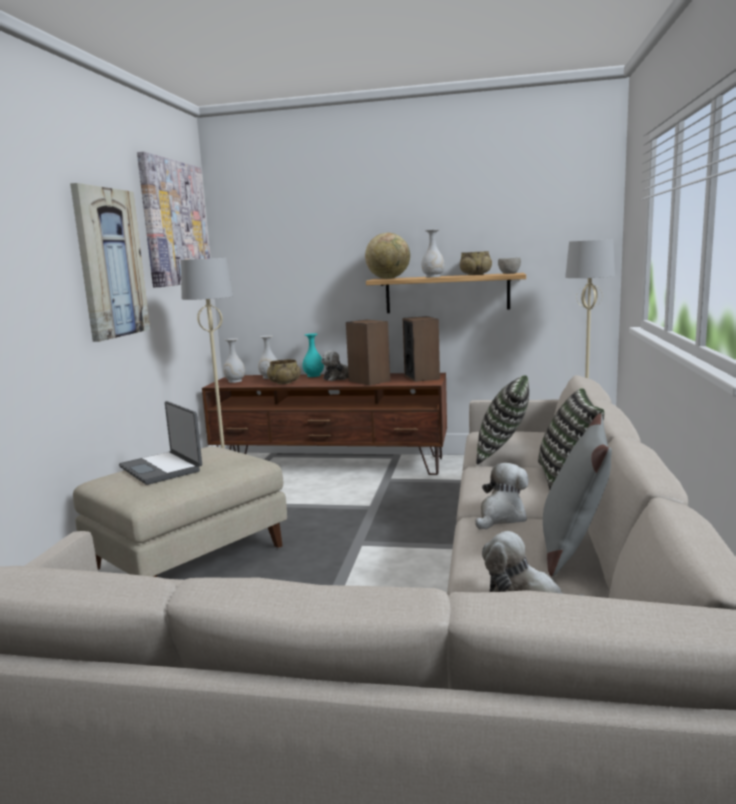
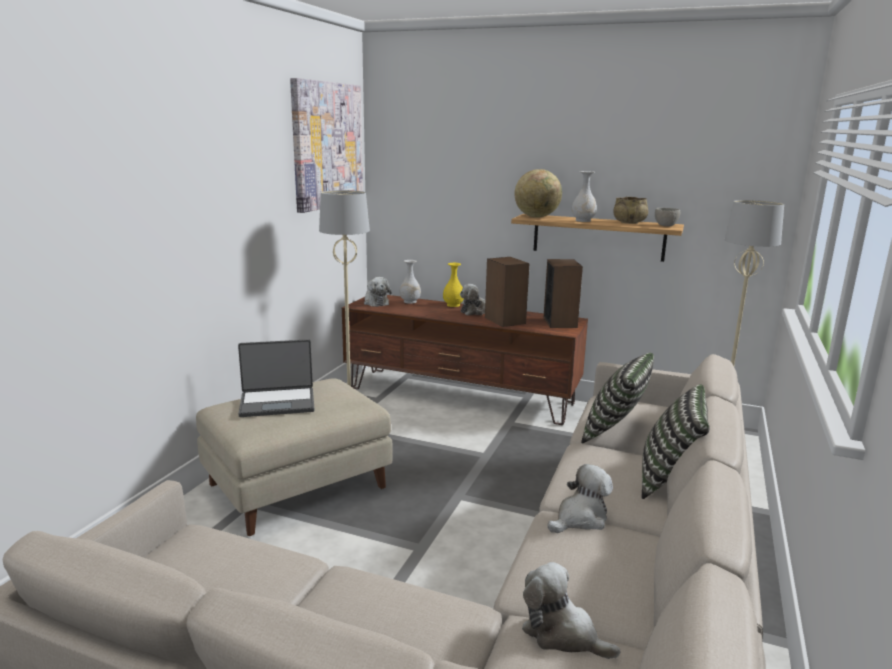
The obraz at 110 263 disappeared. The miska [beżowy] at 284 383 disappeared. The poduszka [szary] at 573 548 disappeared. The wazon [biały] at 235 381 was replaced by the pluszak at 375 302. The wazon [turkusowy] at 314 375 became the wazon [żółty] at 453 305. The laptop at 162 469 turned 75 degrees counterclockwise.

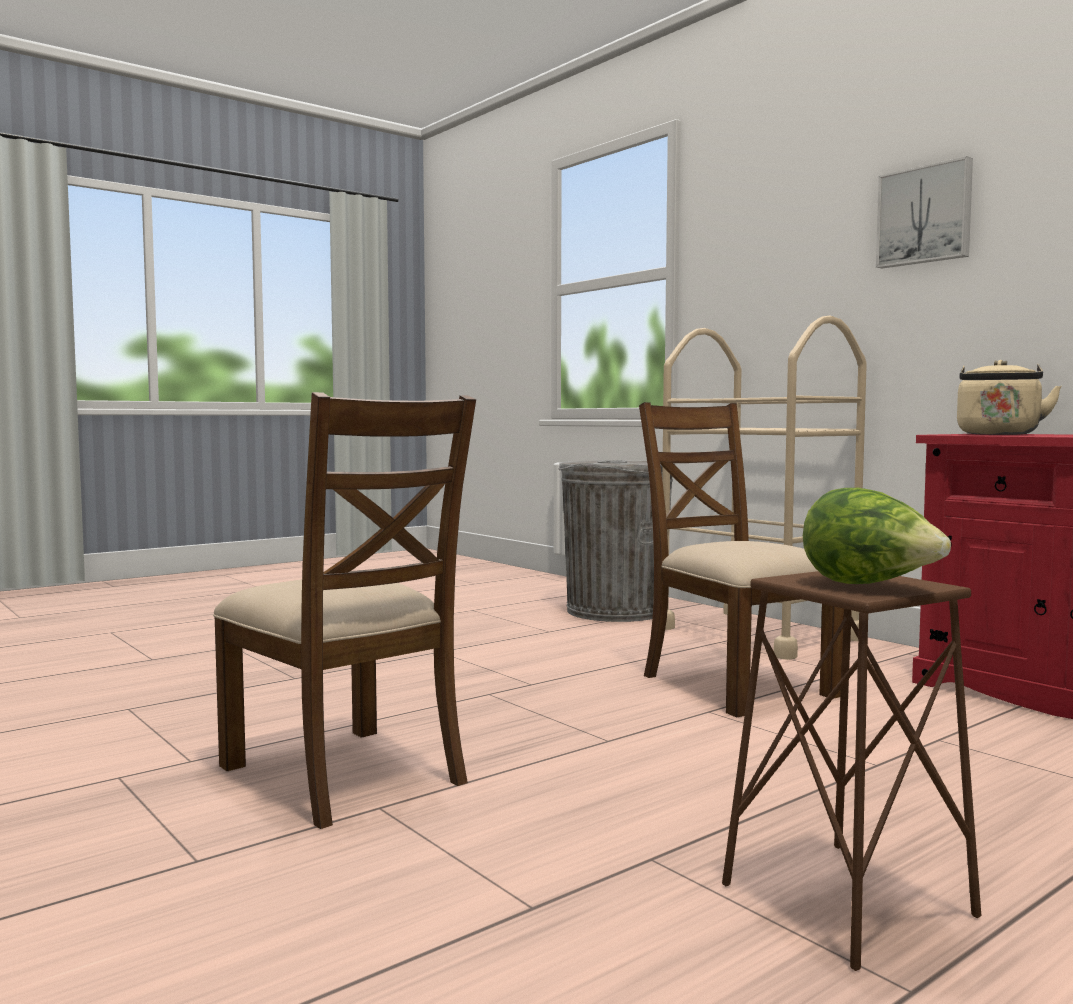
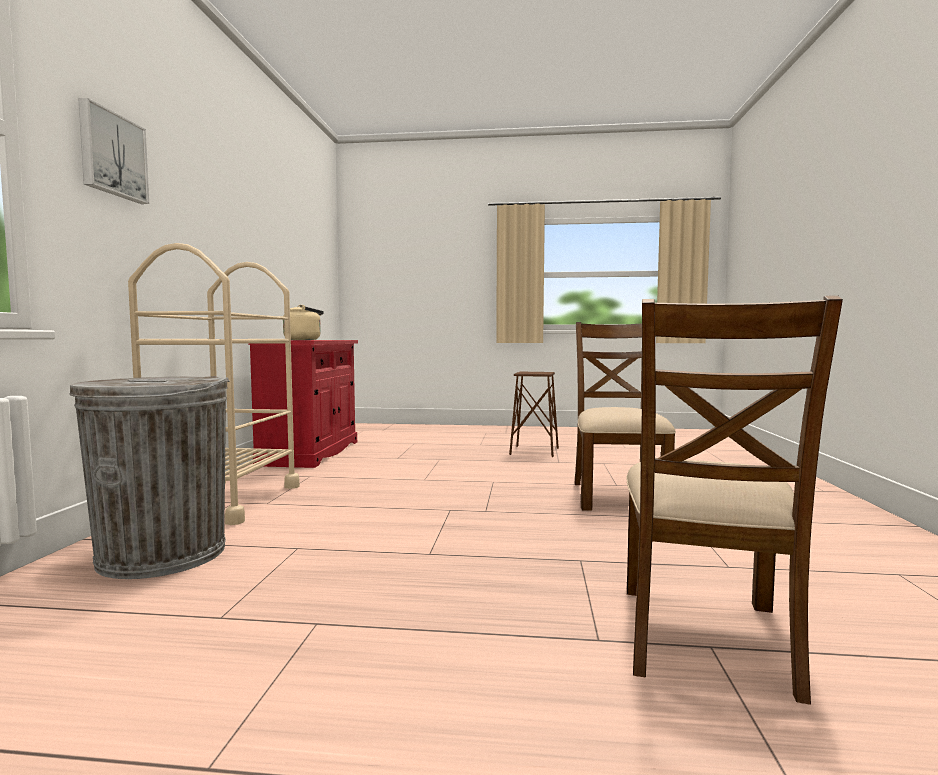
The sałata at 869 586 disappeared. The krzesło [brązowy] moved from 735 685 to 705 637. The obraz moved from 925 215 to 112 155.

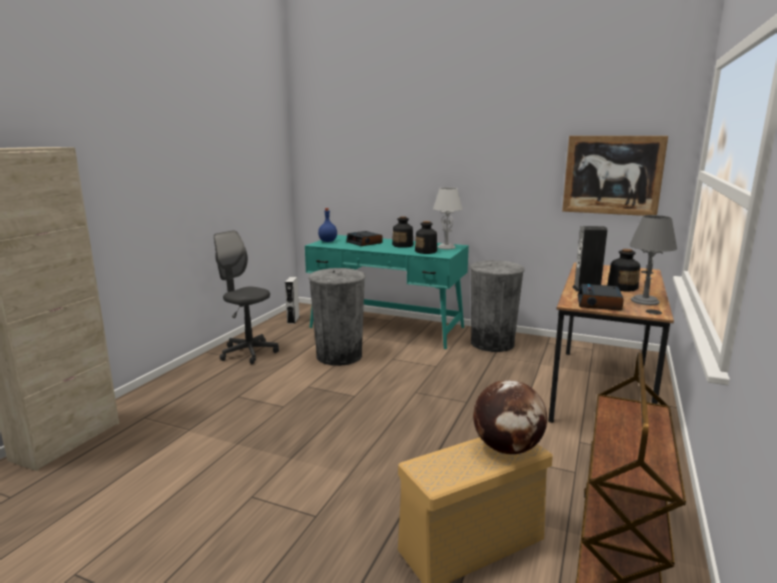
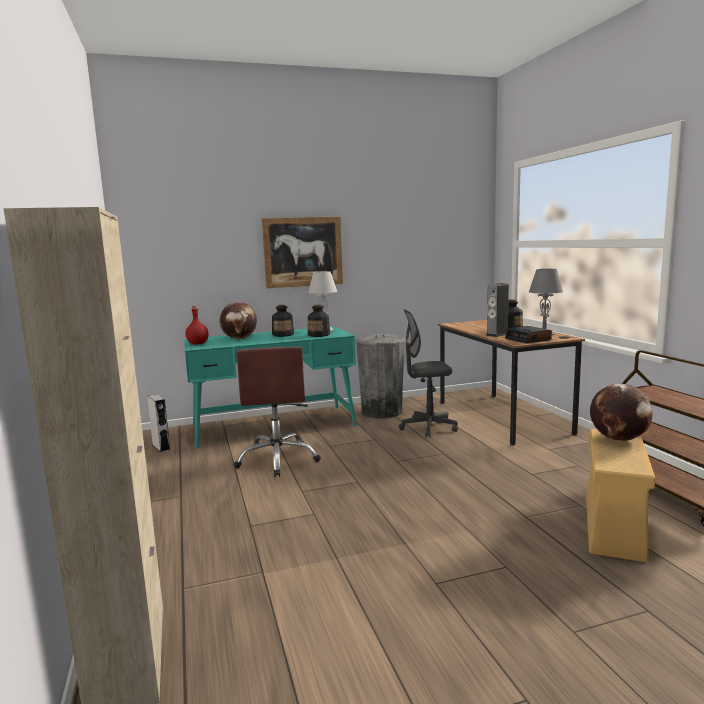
The krzesło biurowe [szary] moved from 249 353 to 428 427. The obraz moved from 612 175 to 303 252. The kosz na śmieci [szary] at 339 356 was replaced by the krzesło biurowe [brązowy] at 278 459. The budzik at 365 242 was replaced by the globus at 240 338. The butelka [niebieski] at 327 241 became the butelka [czerwony] at 197 344.

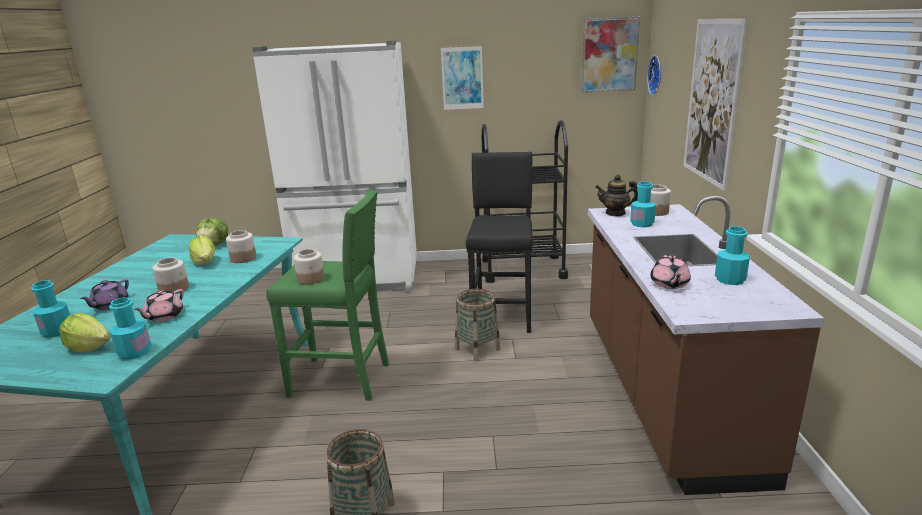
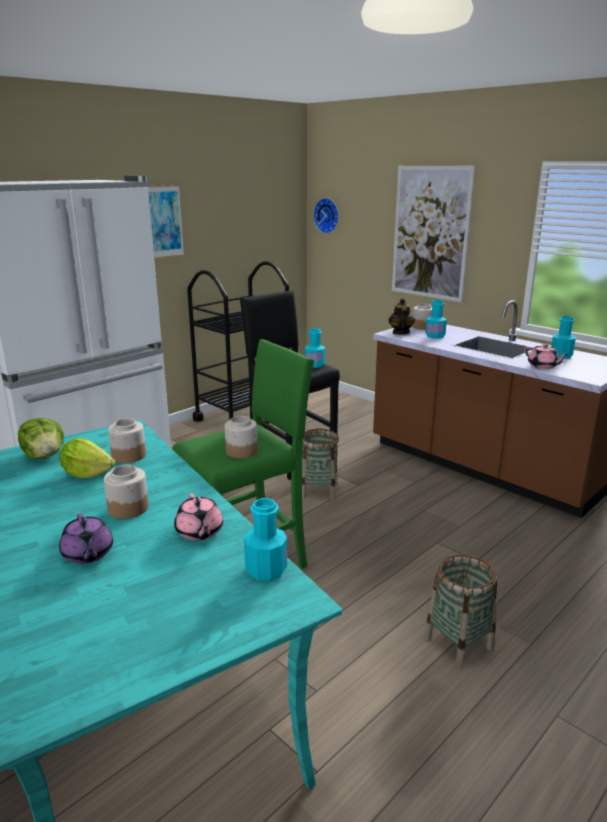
The sałata at 89 347 disappeared. The obraz at 609 55 disappeared. The butelka [turkusowy] moved from 57 331 to 314 365. The imbryk at 615 213 turned 135 degrees clockwise.

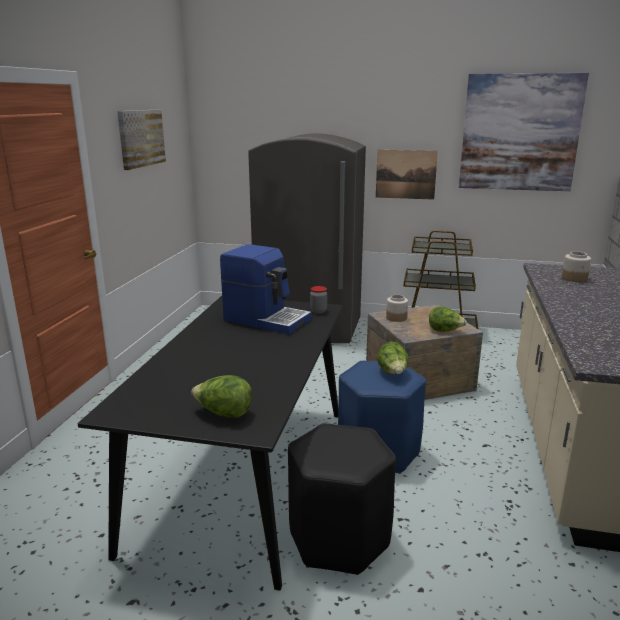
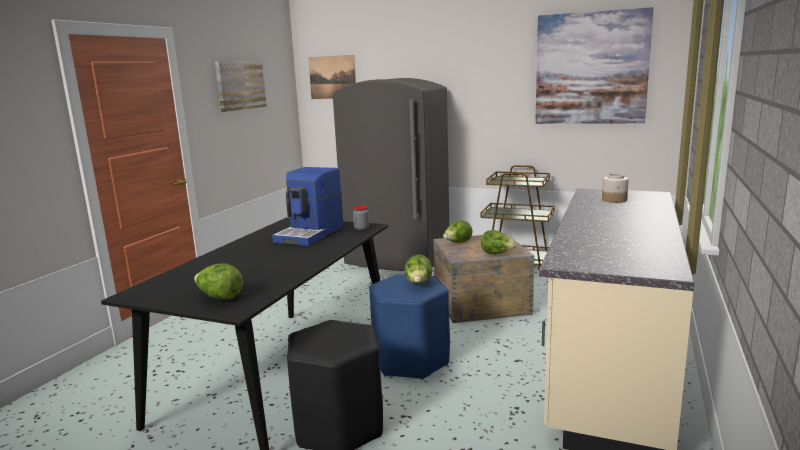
The obraz moved from 406 174 to 332 77. The słoik at 396 318 was replaced by the sałata at 457 243. The ekspres do kawy at 267 319 turned 75 degrees clockwise.

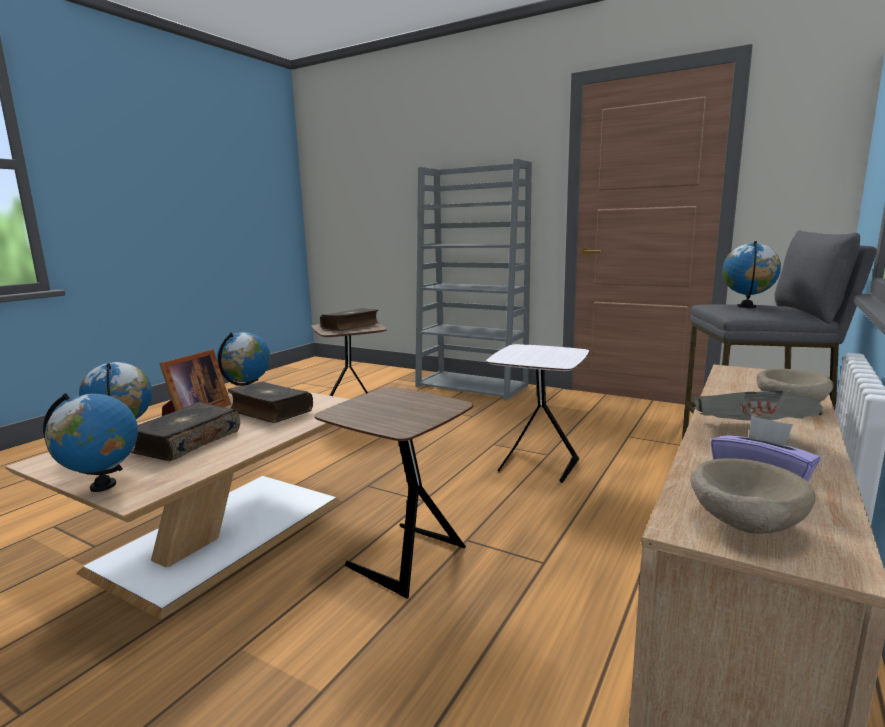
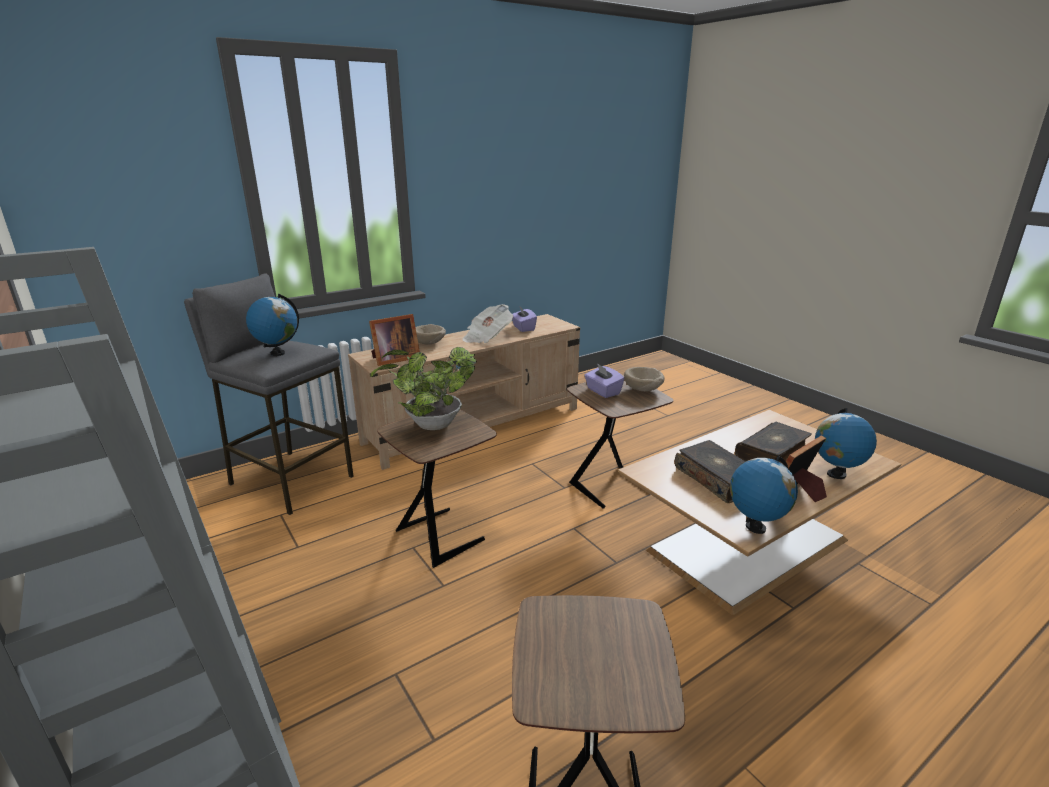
The globus at 103 486 disappeared. The książka at 351 326 disappeared. The ramka na zdjęcie at 394 359 appeared. The roślina doniczkowa at 430 425 appeared. The pudełko chusteczek [fioletowy] at 602 391 appeared. The miska [beżowy] moved from 742 523 to 643 390. The stolik [biały] at 537 466 became the stolik [brązowy] at 442 535.

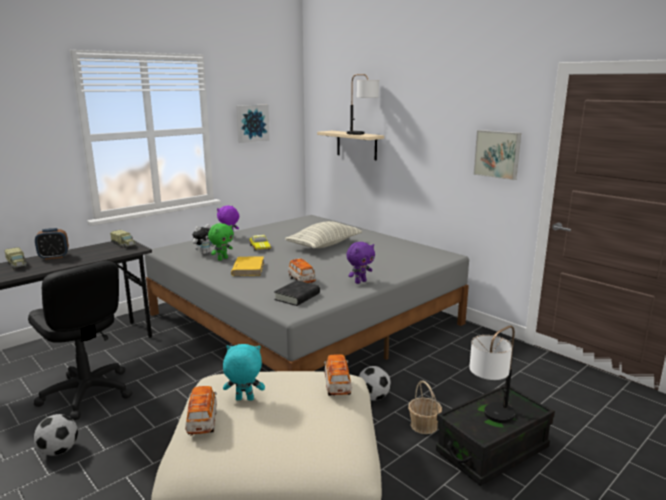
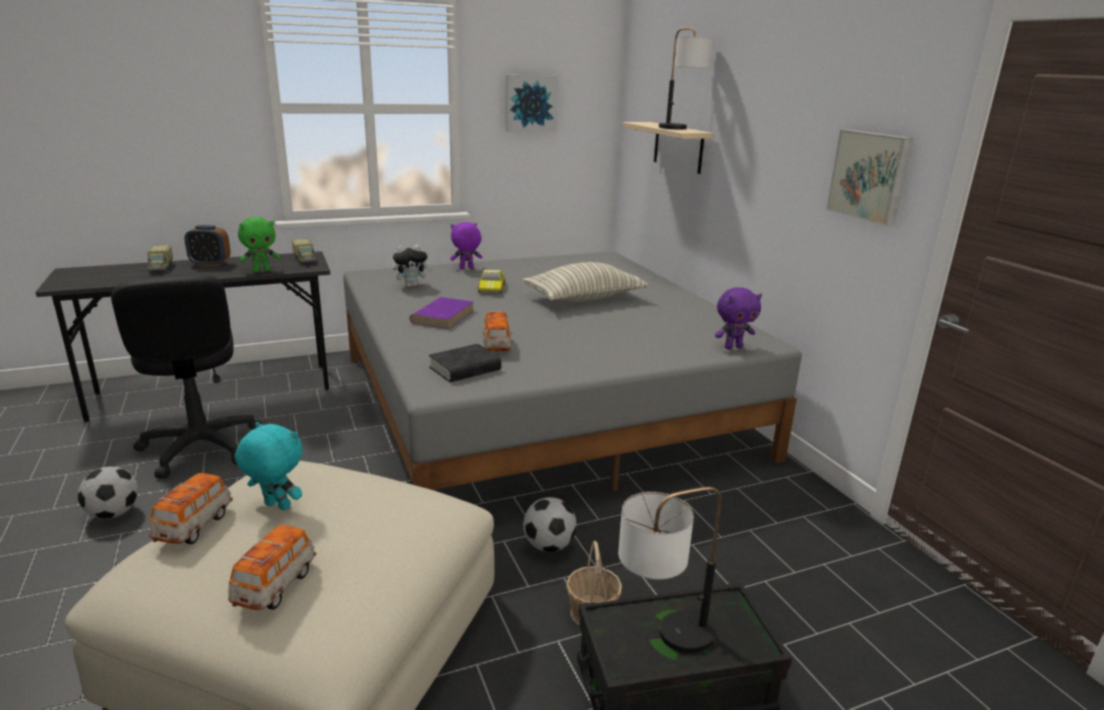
The pluszak [zielony] moved from 222 259 to 262 271. The samochodzik moved from 337 386 to 276 585. The pluszak [fioletowy] moved from 360 281 to 733 347. The książka [żółty] at 248 268 became the książka [fioletowy] at 443 316.

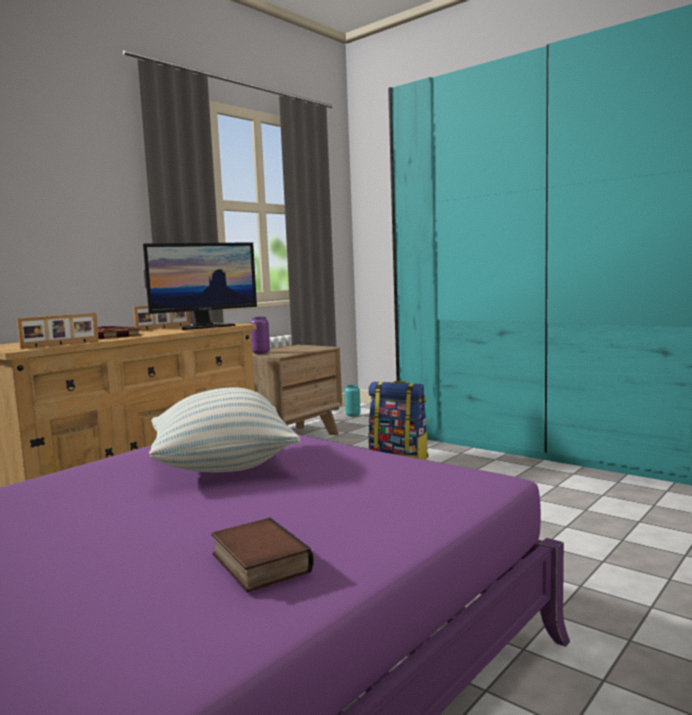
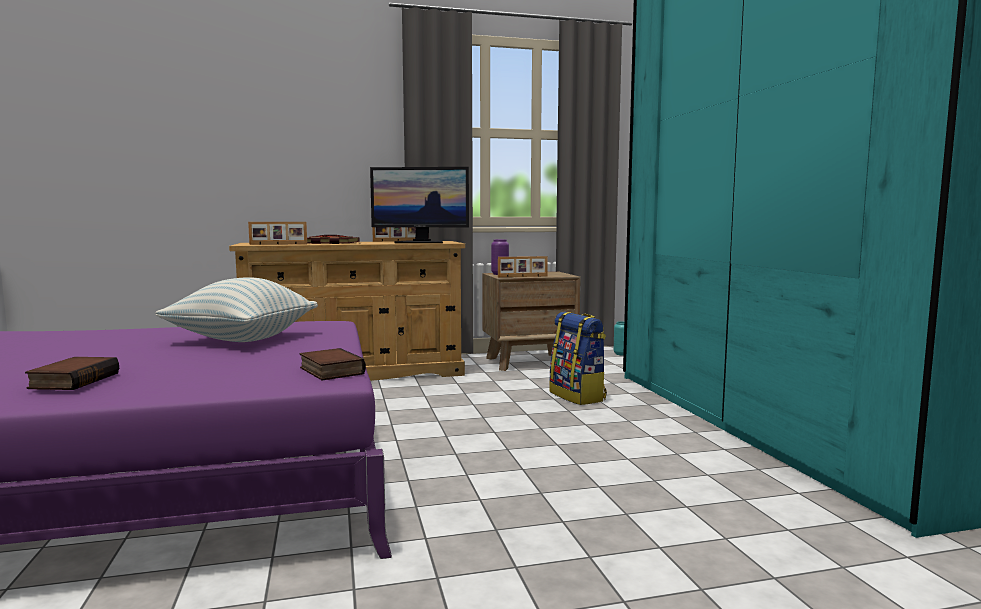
The książka at 329 371 appeared. The ramka na zdjęcie at 522 276 appeared.

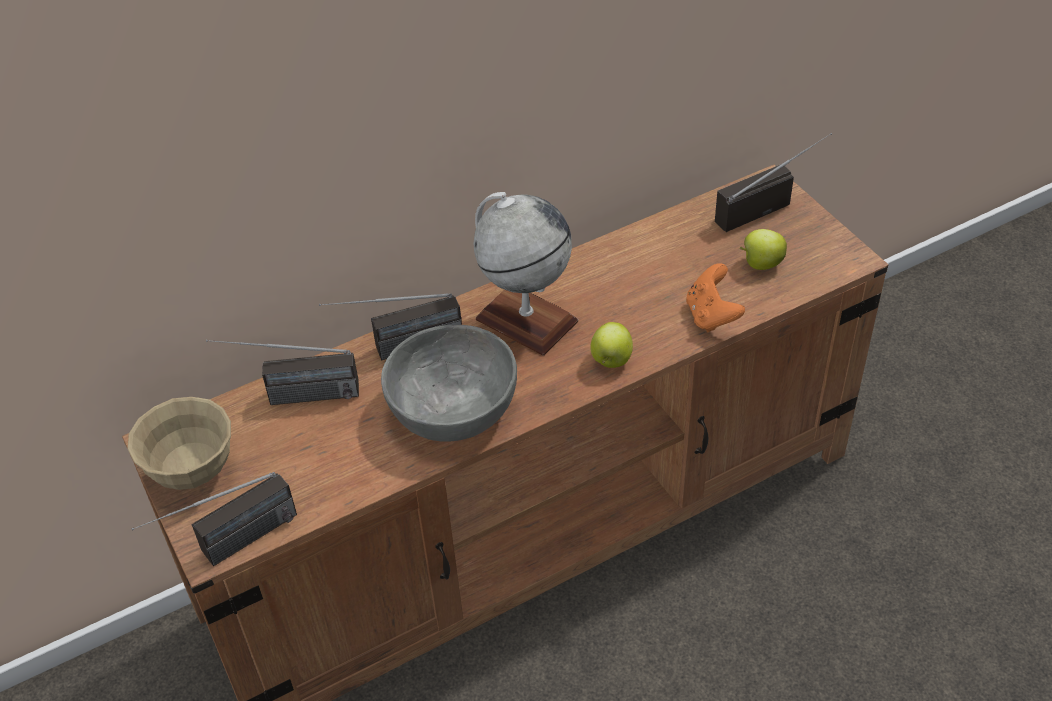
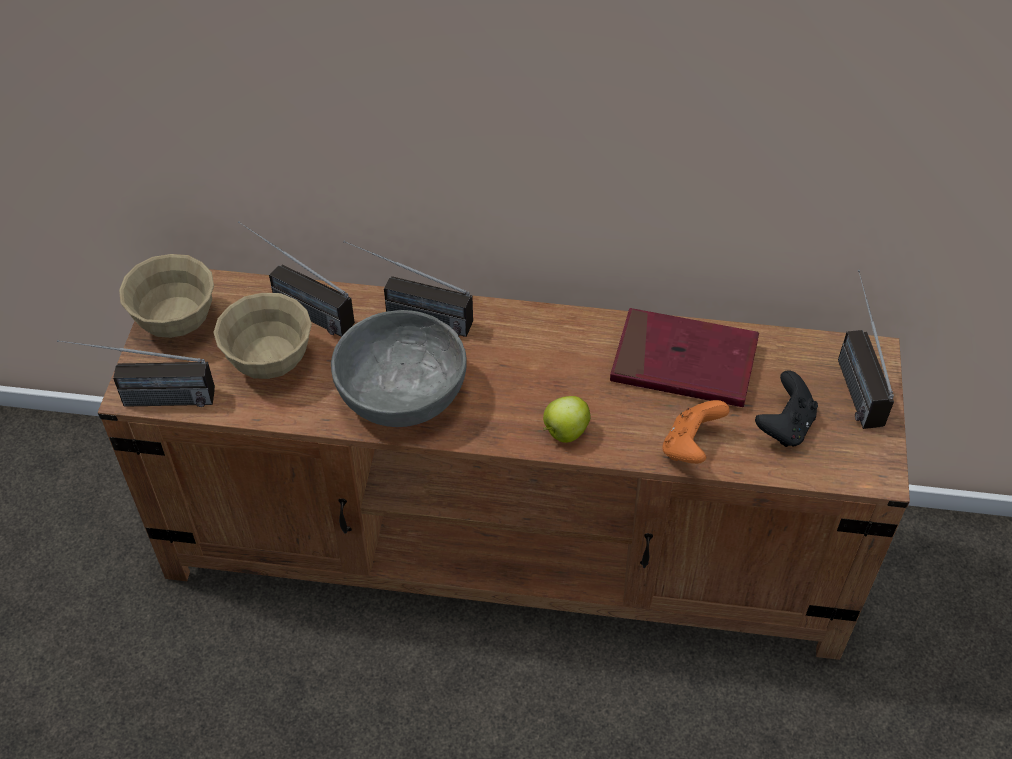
The globus at 526 320 disappeared. The miska [beżowy] at 270 362 appeared. The książka [czerwony] at 684 363 appeared. The jabłko at 760 264 was replaced by the pad do gier [czarny] at 785 426. The radio at 768 205 turned 105 degrees counterclockwise.

